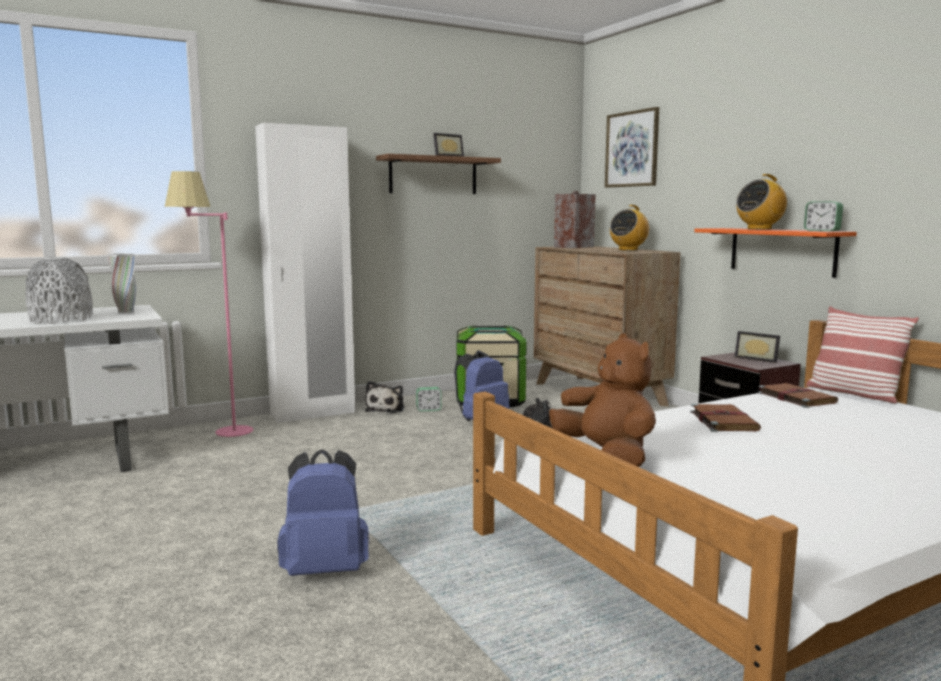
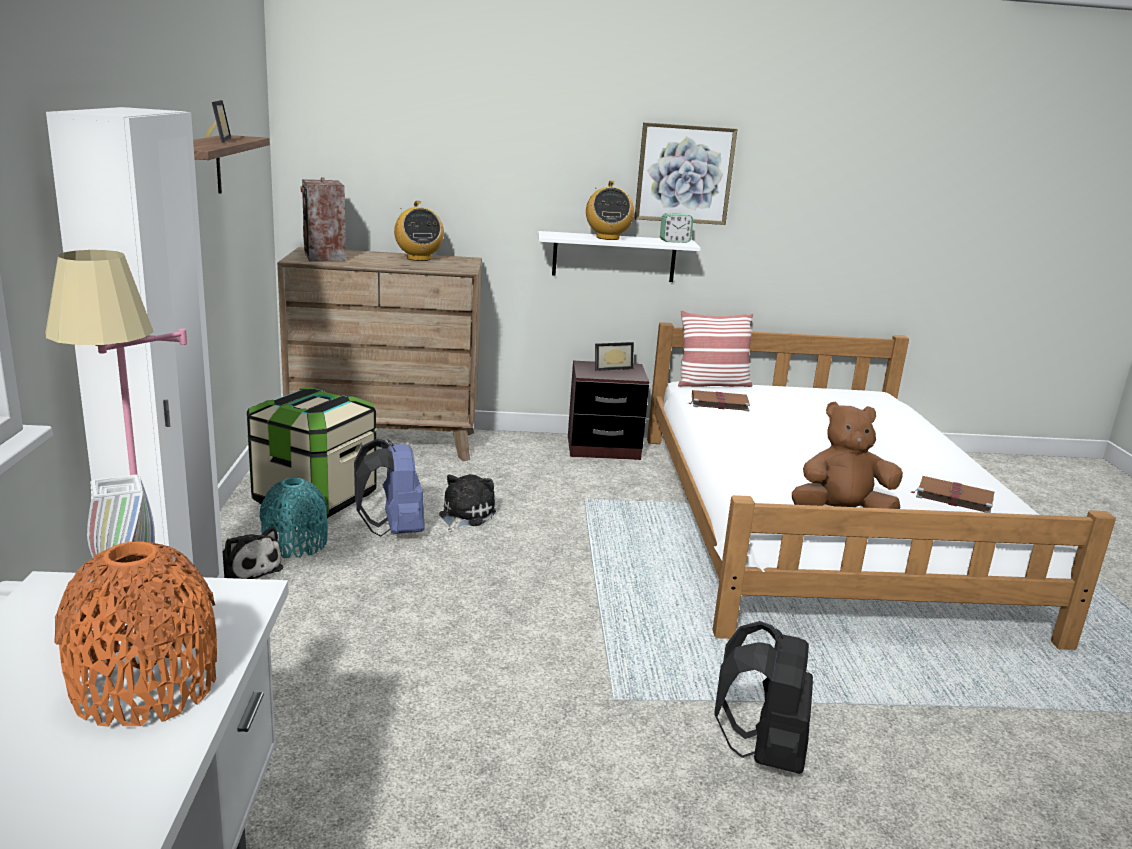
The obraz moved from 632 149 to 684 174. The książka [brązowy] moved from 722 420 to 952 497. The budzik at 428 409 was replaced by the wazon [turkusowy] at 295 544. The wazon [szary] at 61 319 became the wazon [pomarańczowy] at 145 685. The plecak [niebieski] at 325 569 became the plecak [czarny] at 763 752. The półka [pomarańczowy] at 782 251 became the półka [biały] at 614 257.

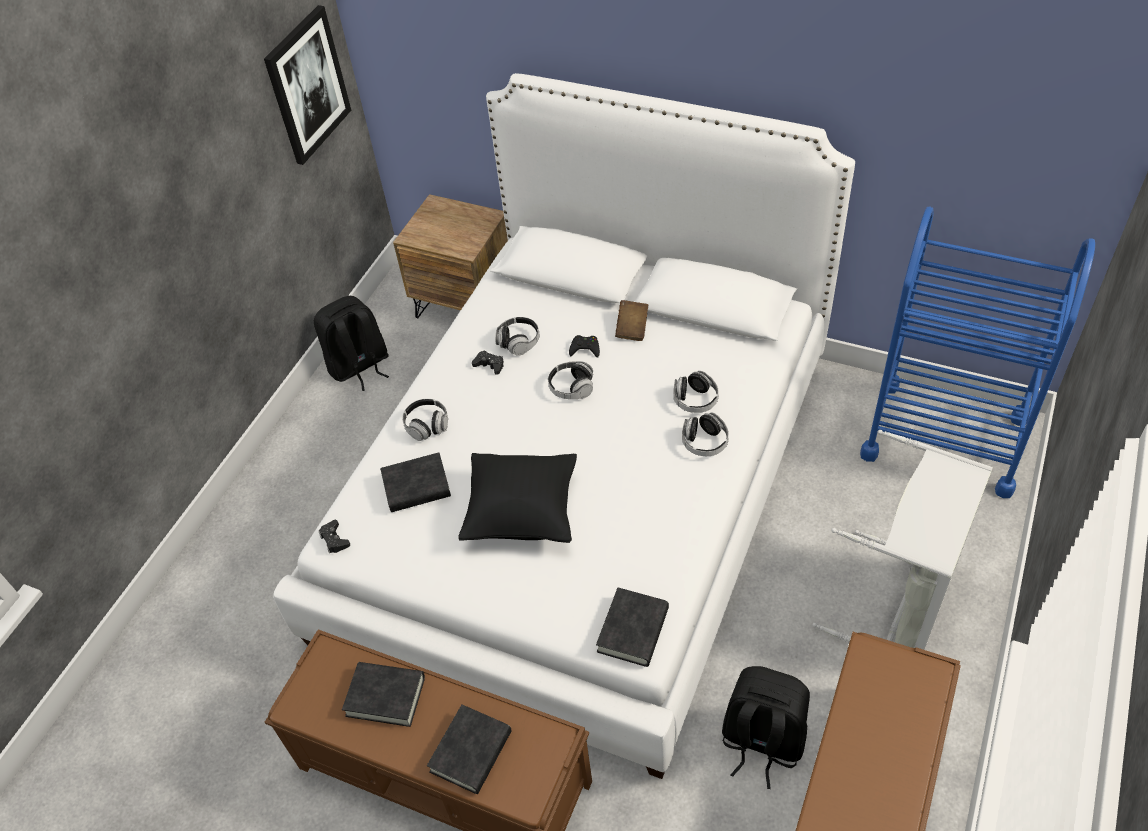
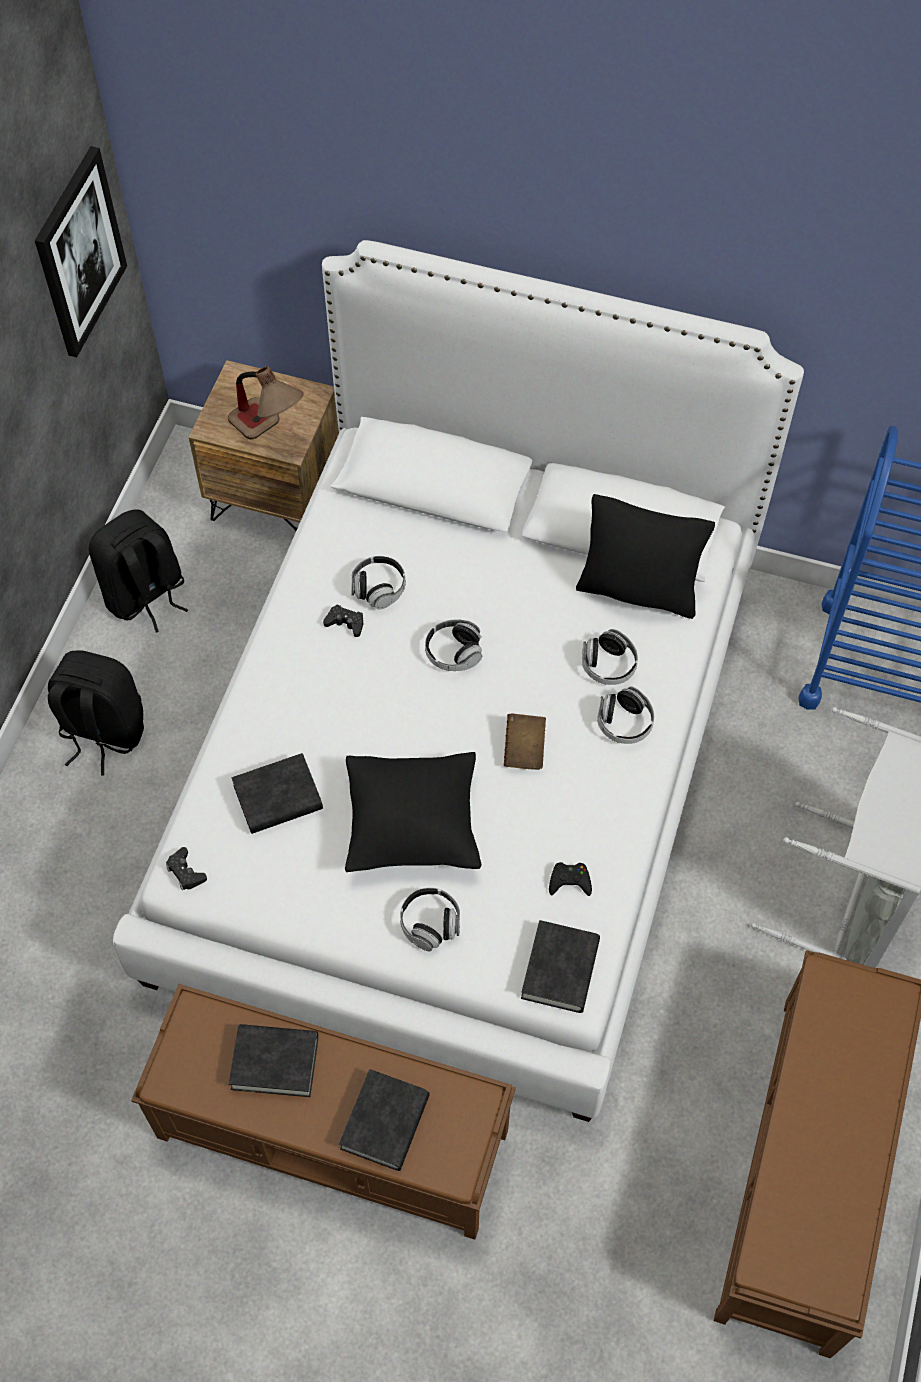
The lampa stołowa at 270 434 appeared. The poduszka [czarny] at 638 590 appeared. The słuchawki moved from 427 425 to 430 924. The pad do gier [czarny] moved from 585 349 to 570 881. The książka [brązowy] moved from 632 328 to 524 748. The plecak [czarny] moved from 761 742 to 102 732.

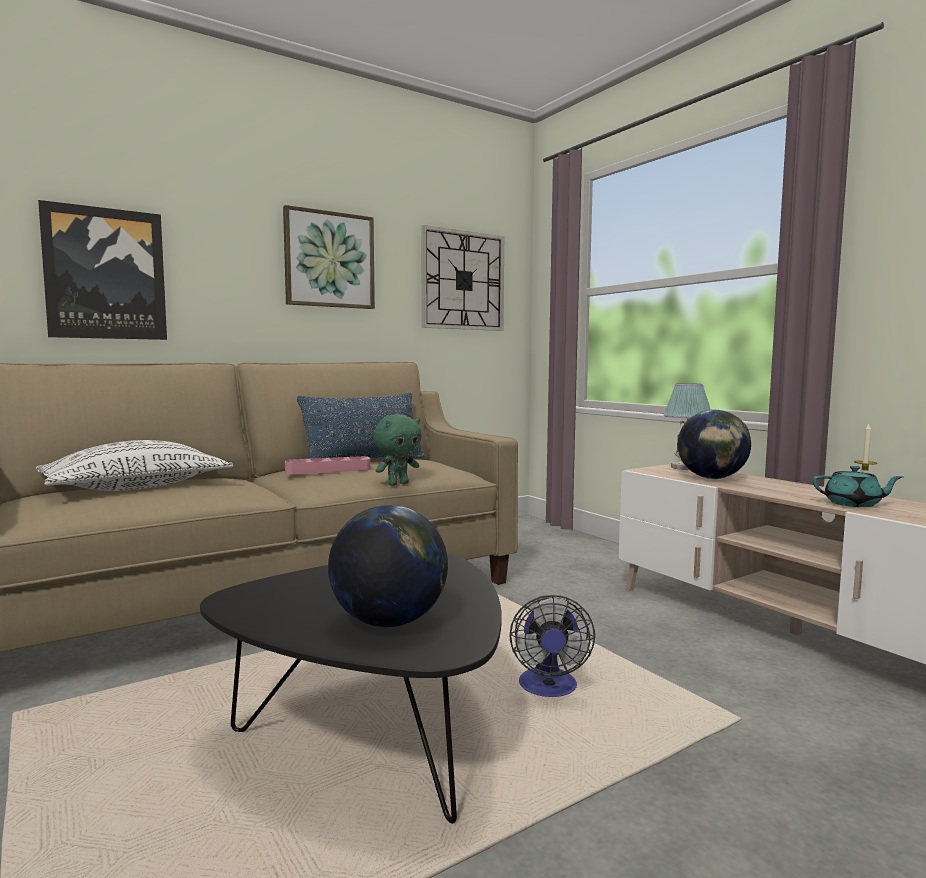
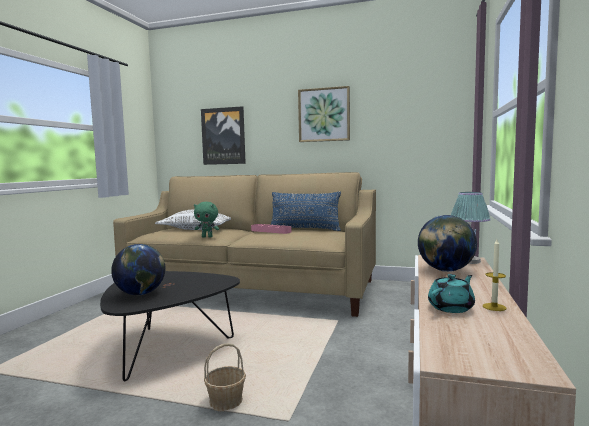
The zegar ścienny at 463 280 disappeared. The wentylator at 548 689 disappeared. The koszyk at 226 401 appeared. The pluszak [zielony] moved from 398 484 to 207 237. The imbryk [turkusowy] at 853 504 turned 105 degrees counterclockwise.

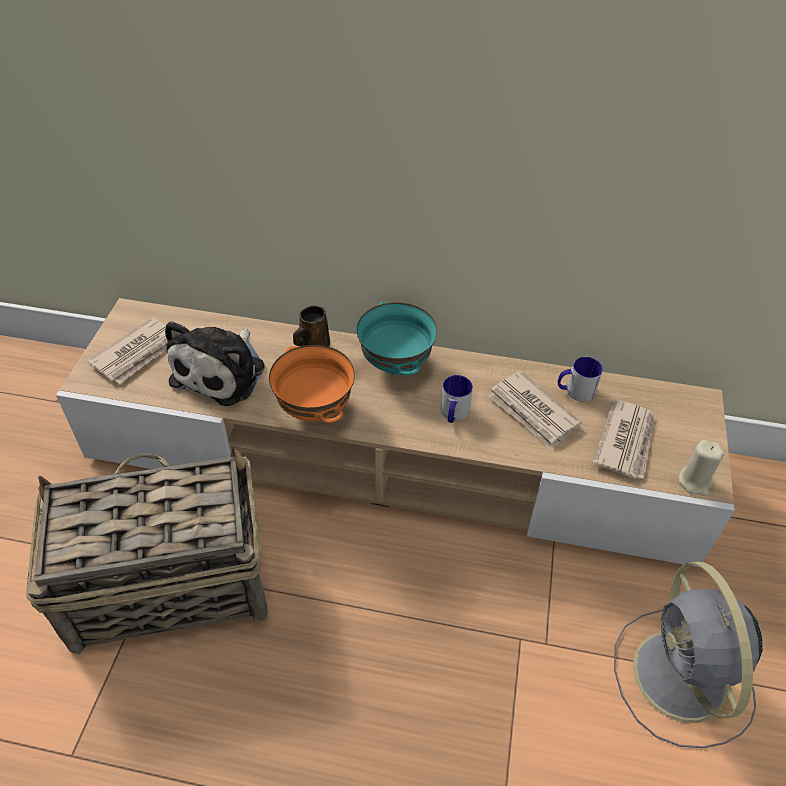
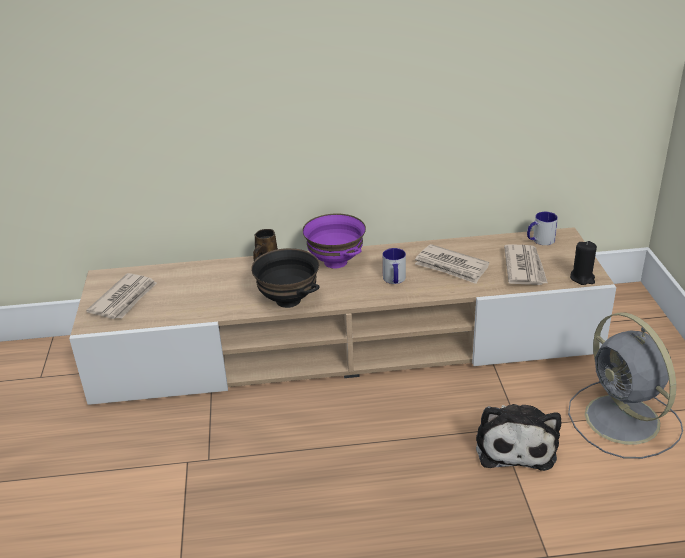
The koszyk at 166 584 disappeared. The pluszak moved from 222 371 to 515 444. The kubek moved from 575 391 to 540 240. The miska [pomarańczowy] at 316 409 became the miska [czarny] at 289 300. The miska [turkusowy] at 395 364 became the miska [fioletowy] at 335 262. The świeca [beżowy] at 695 481 became the świeca [czarny] at 582 278.

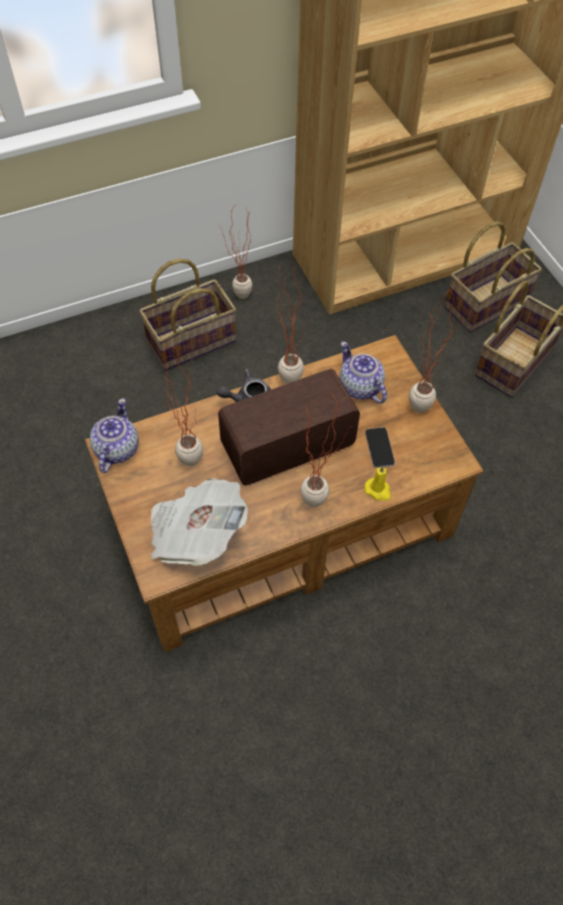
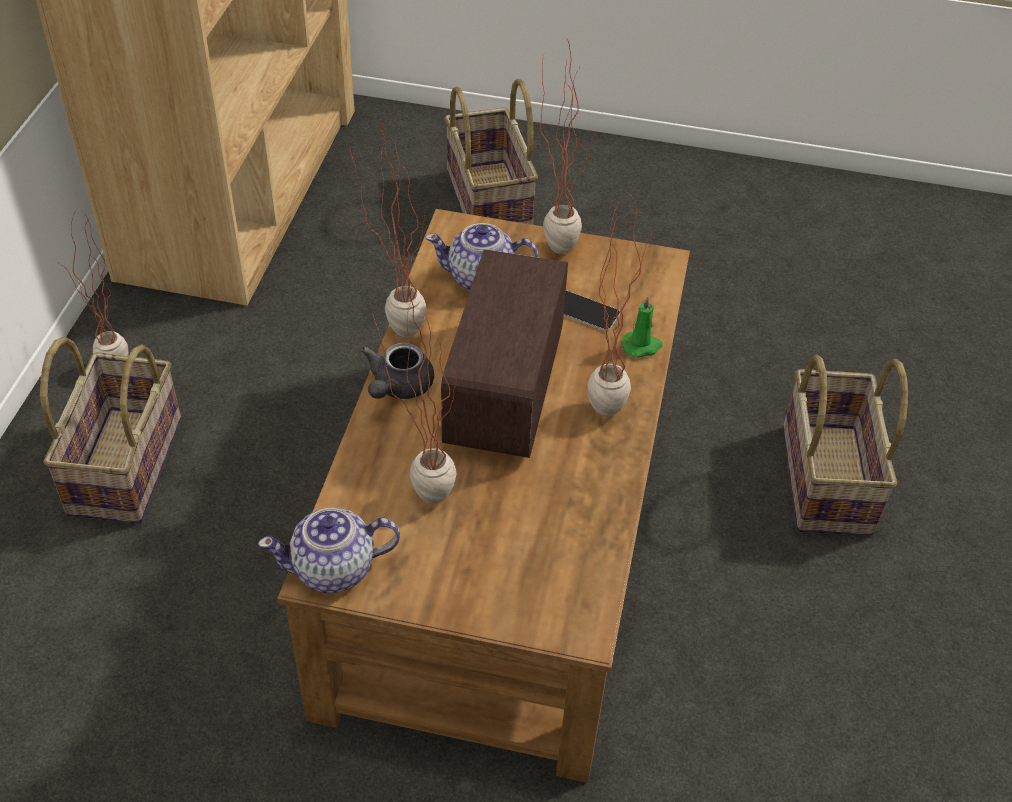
The gazeta at 196 533 disappeared. The koszyk moved from 485 303 to 823 478. The świeca [żółty] at 378 490 became the świeca [zielony] at 642 346. The imbryk at 116 449 turned 60 degrees counterclockwise.

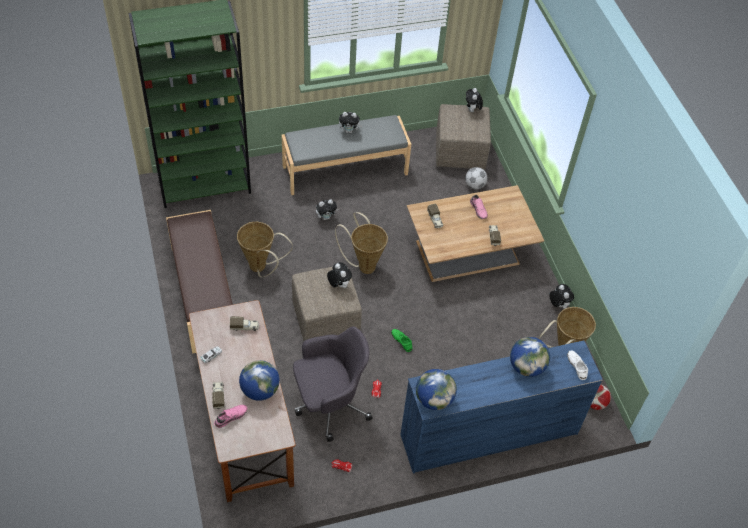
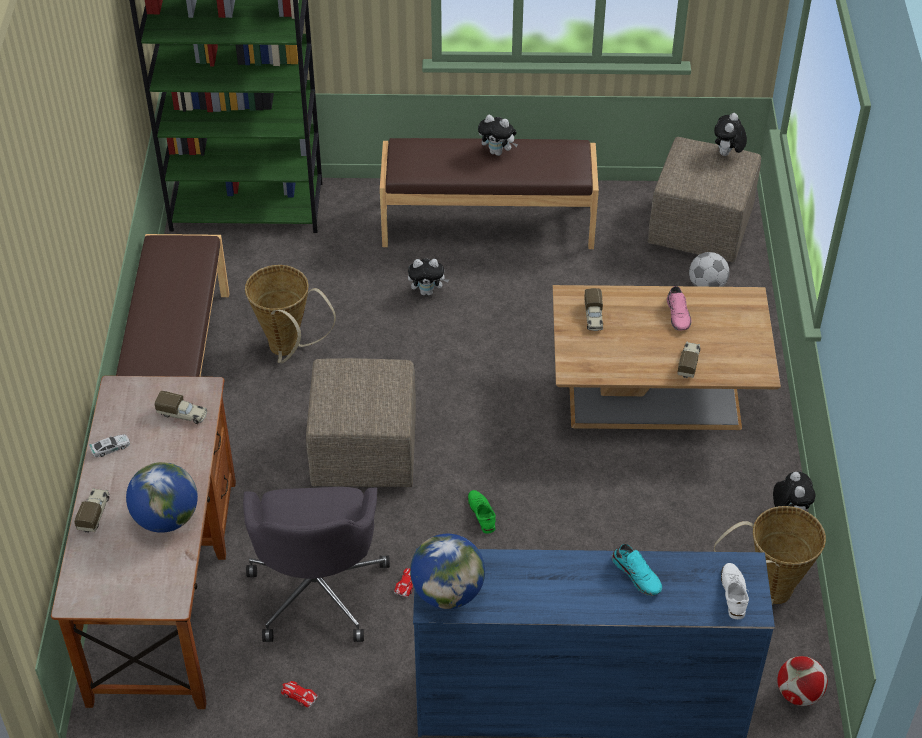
The but [różowy] at 230 416 disappeared. The pluszak at 338 285 disappeared. The koszyk at 364 265 disappeared. The globus at 526 367 was replaced by the but [turkusowy] at 637 574. The ławka [szary] at 345 169 became the ławka [brązowy] at 488 223. The krzesło biurowe [szary] at 329 404 turned 90 degrees clockwise.

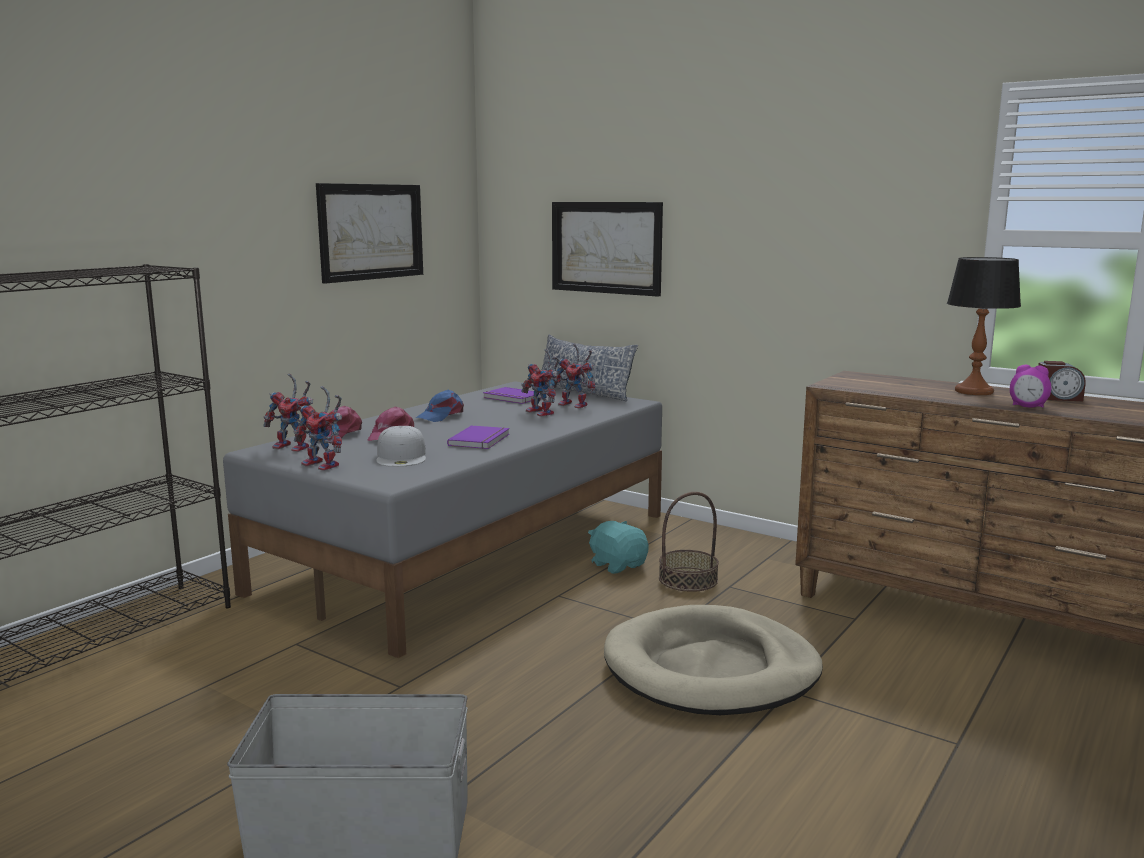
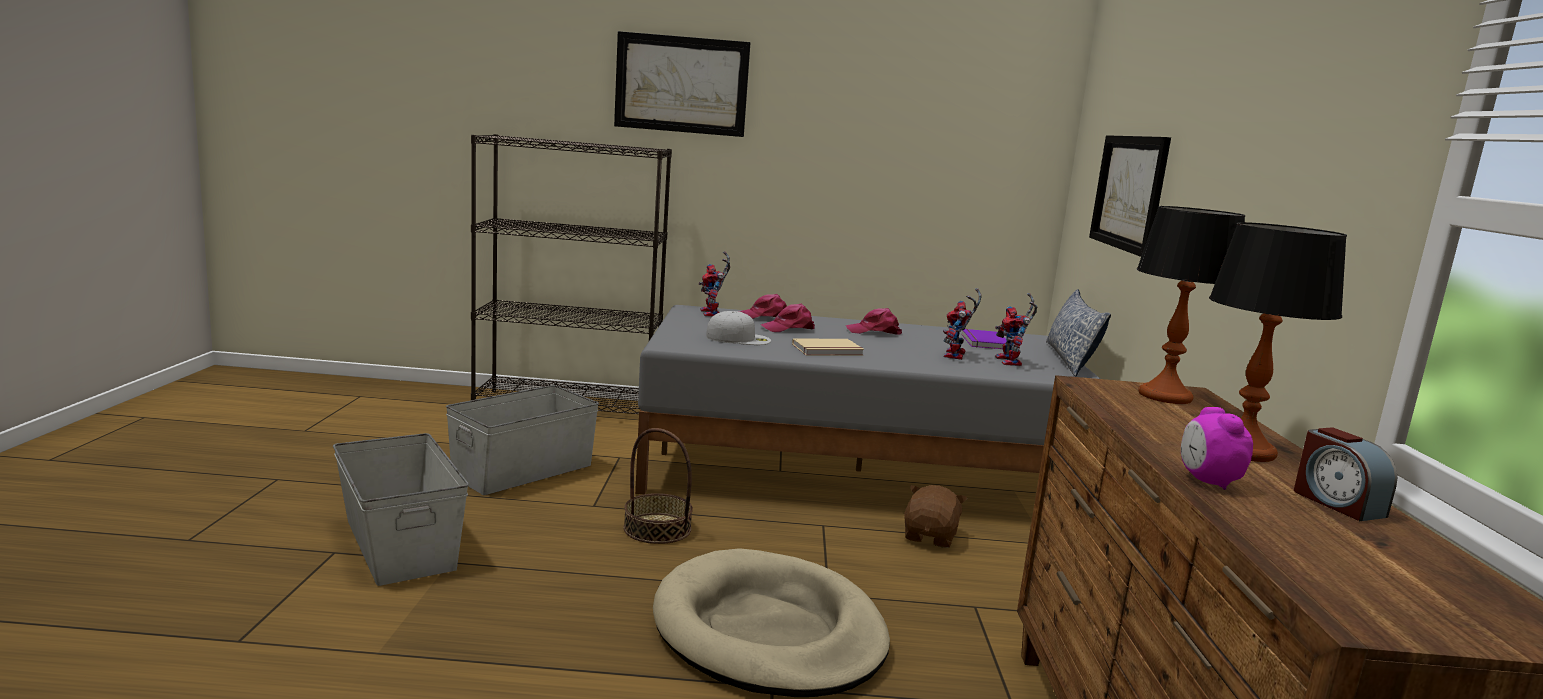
The robot zabawkowy at 325 465 disappeared. The pojemnik do przechowywania [szary] at 524 470 appeared. The lampa stołowa at 1165 396 appeared. The obraz moved from 371 231 to 682 84. The koszyk moved from 688 579 to 657 528. The czapka z daszkiem [niebieski] at 441 416 became the czapka z daszkiem [różowy] at 874 332. The książka [fioletowy] at 481 440 became the książka [beżowy] at 828 350. The pluszak [turkusowy] at 618 565 became the pluszak [brązowy] at 930 537. The czapka z daszkiem [biały] at 402 457 turned 135 degrees counterclockwise.

